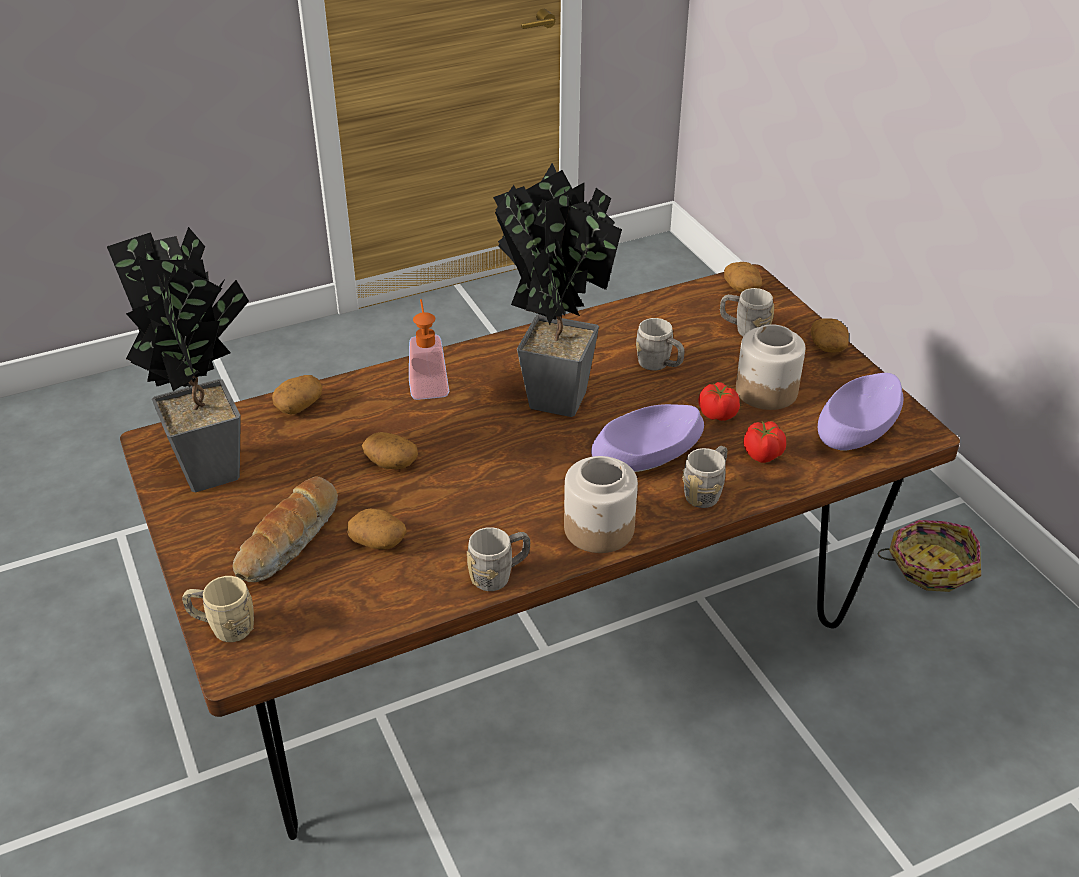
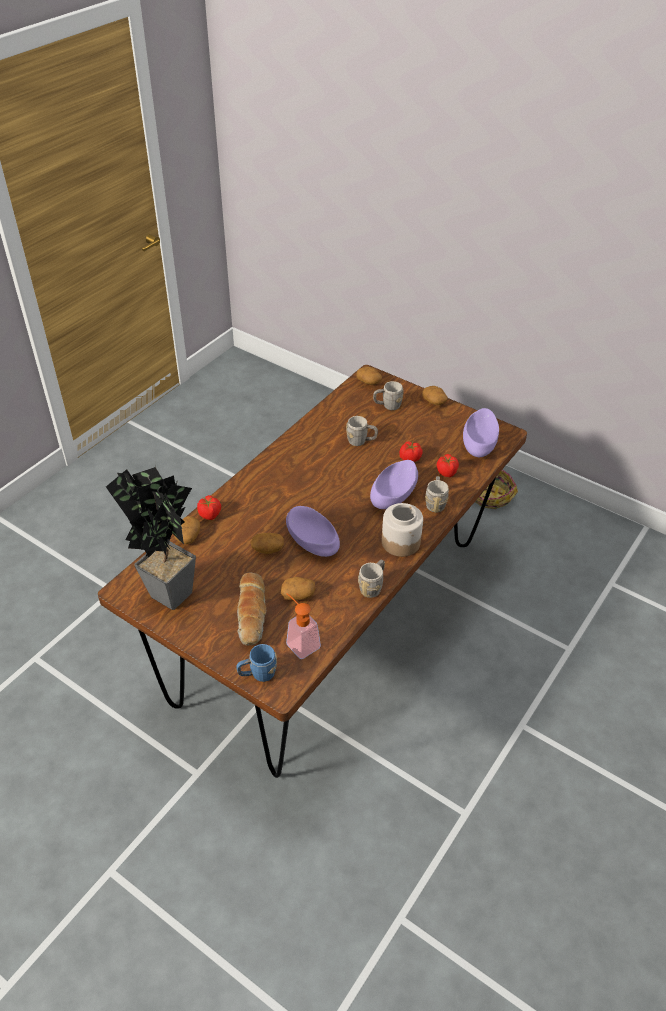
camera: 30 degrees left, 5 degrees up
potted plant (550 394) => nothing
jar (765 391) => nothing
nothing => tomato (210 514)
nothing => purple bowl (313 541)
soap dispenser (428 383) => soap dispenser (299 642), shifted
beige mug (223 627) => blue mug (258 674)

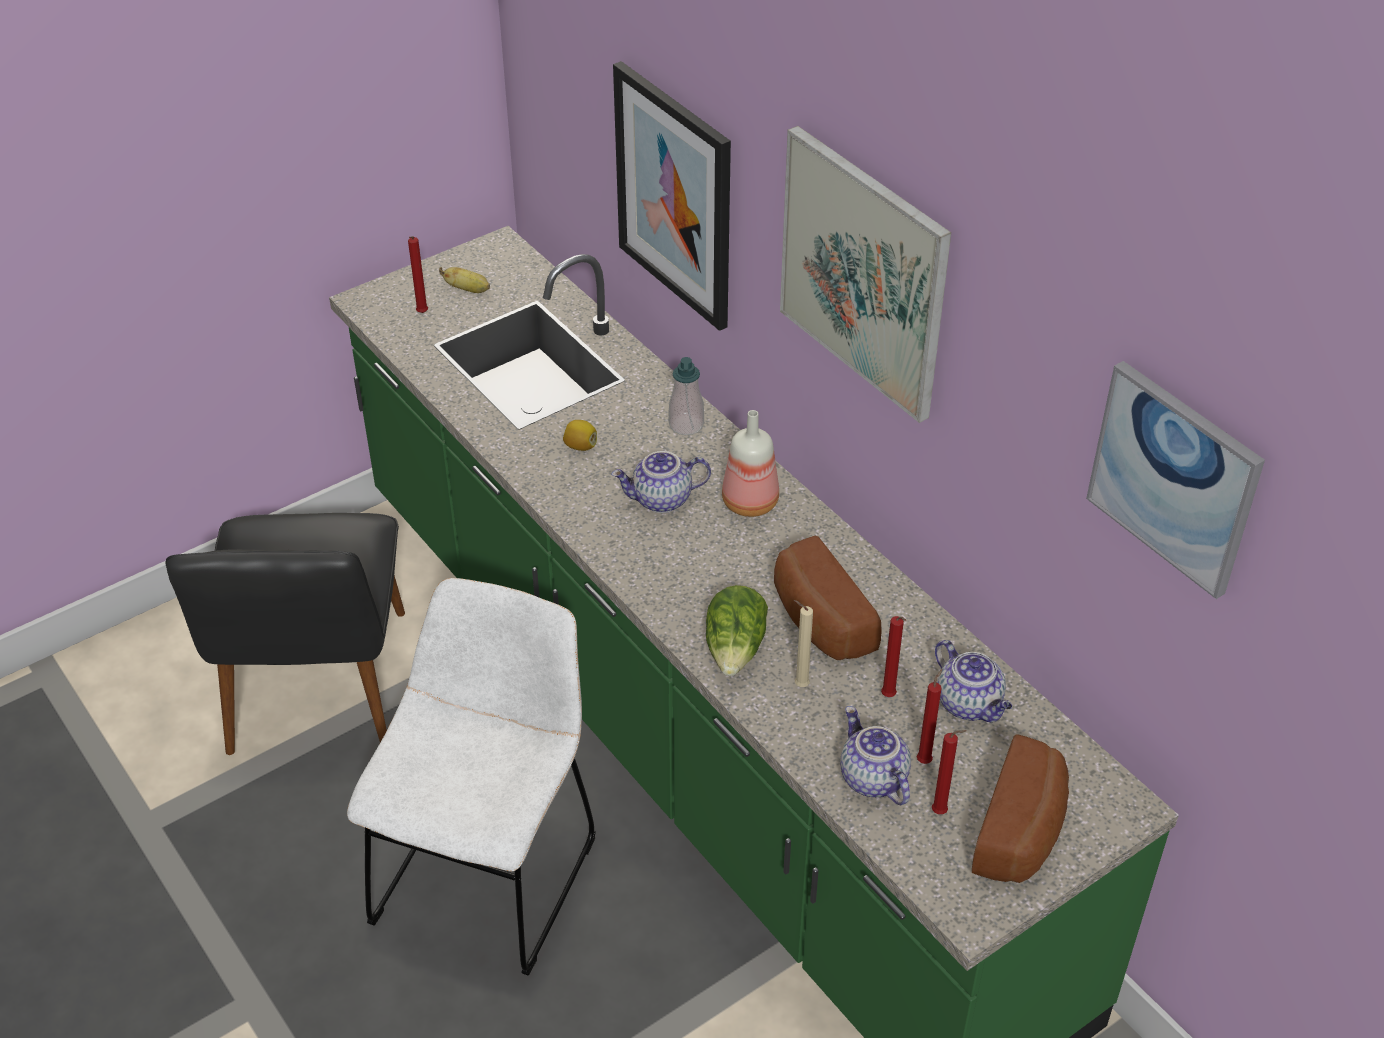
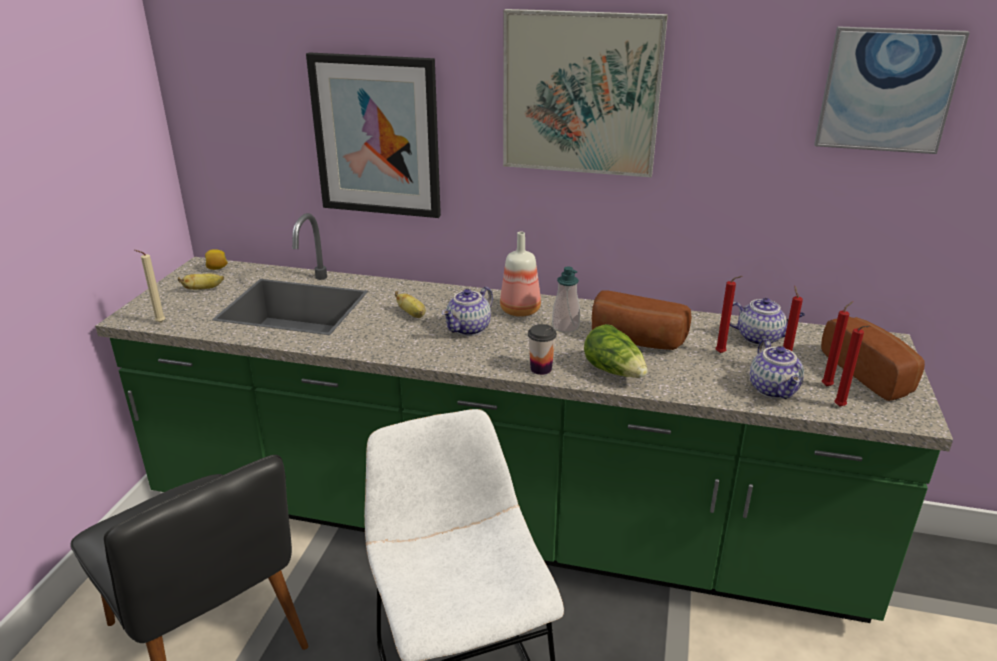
camera: 40 degrees left, 15 degrees down
nothing => banana (412 314)
nothing => cup (541 369)
red candle (421 314) => red candle (841 407), shifted
lemon (580 446) => lemon (217 268), shifted
soap dispenser (686 425) => soap dispenser (565 326), shifted
beige candle (799 685) => beige candle (159 323), shifted
teapot (871 779) => teapot (774 390), 120 degrees counterclockwise

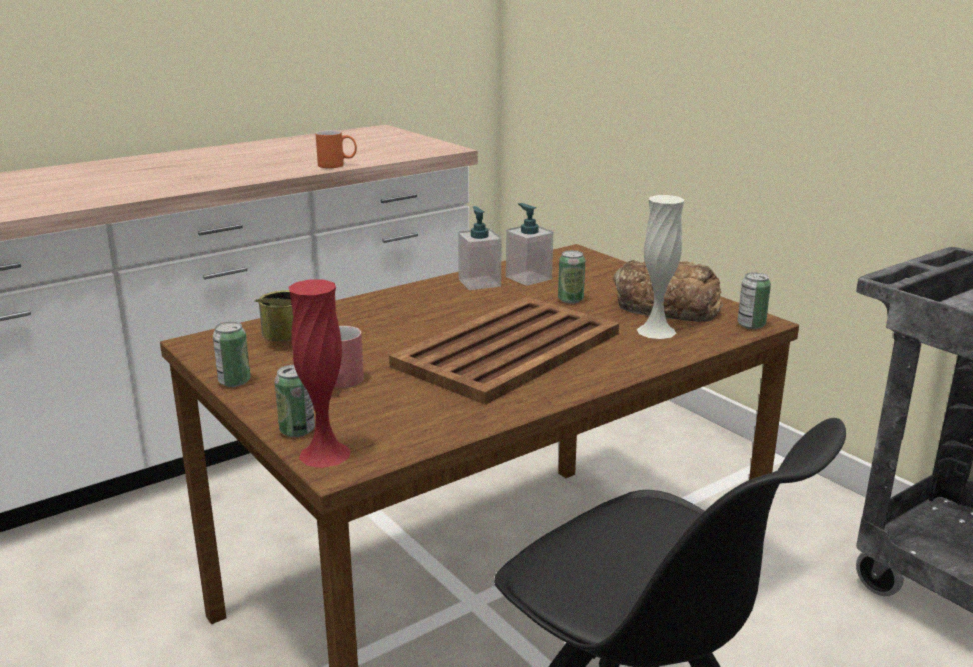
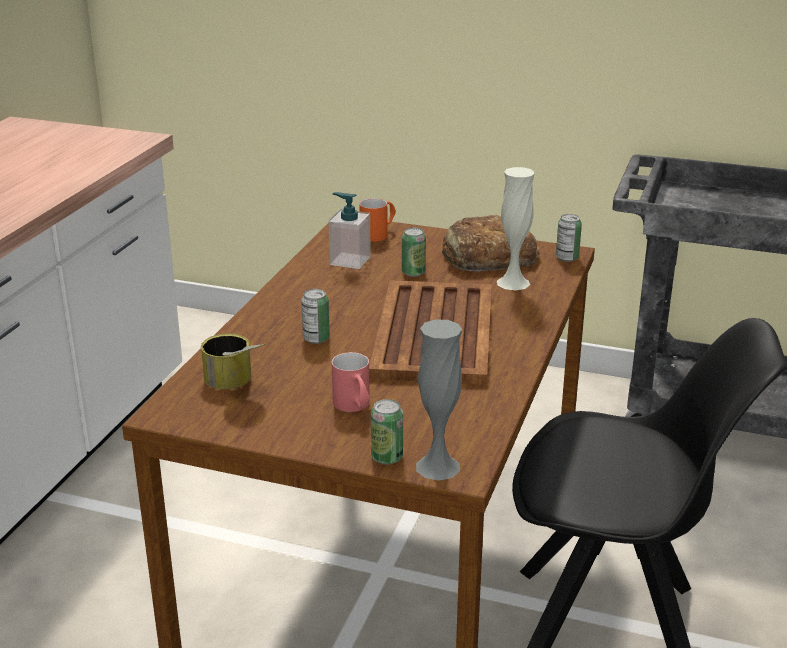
camera: 35 degrees left, 5 degrees up
soap dispenser (479 283) => nothing
can (234 381) => can (316 339), shifted
orange mug (337 165) => orange mug (378 234), shifted
red vase (325 454) => grey vase (437 467)

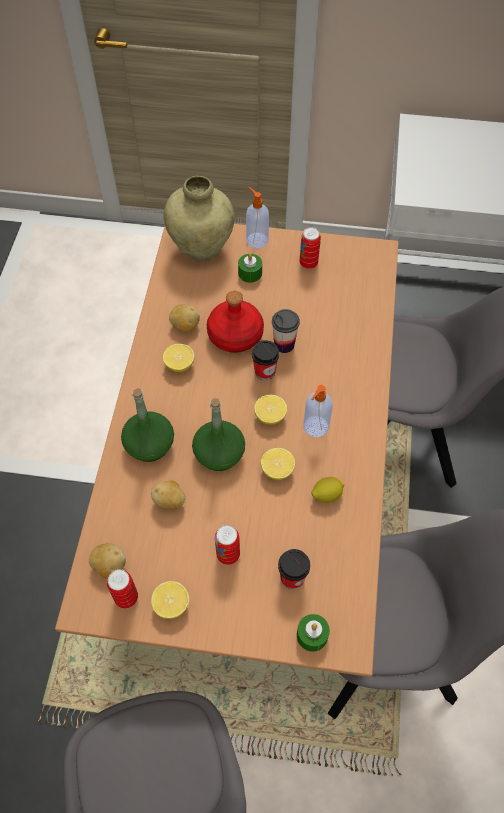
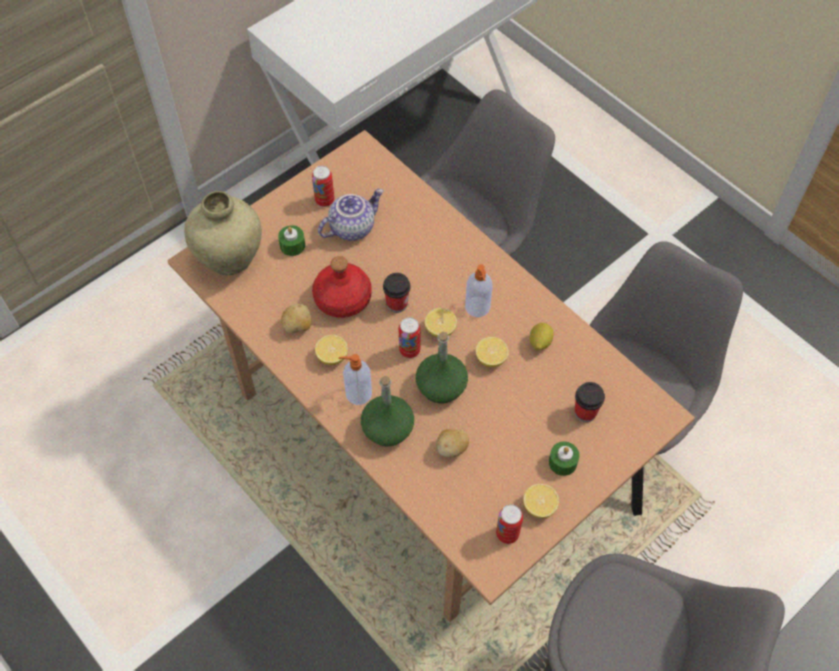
camera: 50 degrees left, 0 degrees up
potato (109 566) => nothing
cup (284 344) => nothing
nothing => teapot (352 227)
can (228 554) => can (409 350), shifted
soap dispenser (256 240) => soap dispenser (357 393), shifted
green candle (312 635) => green candle (562 462), shifted

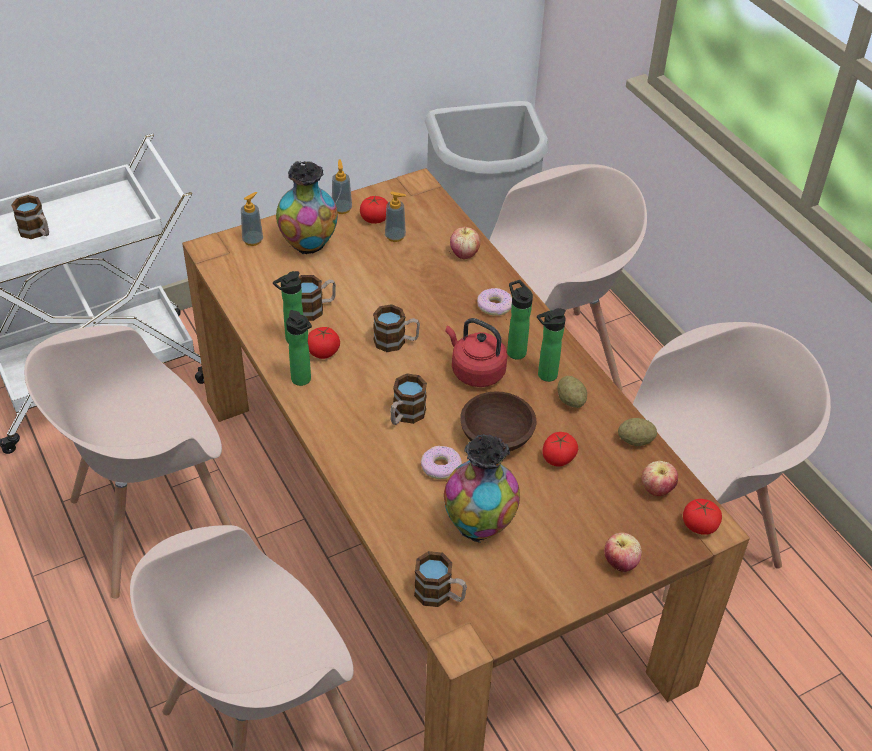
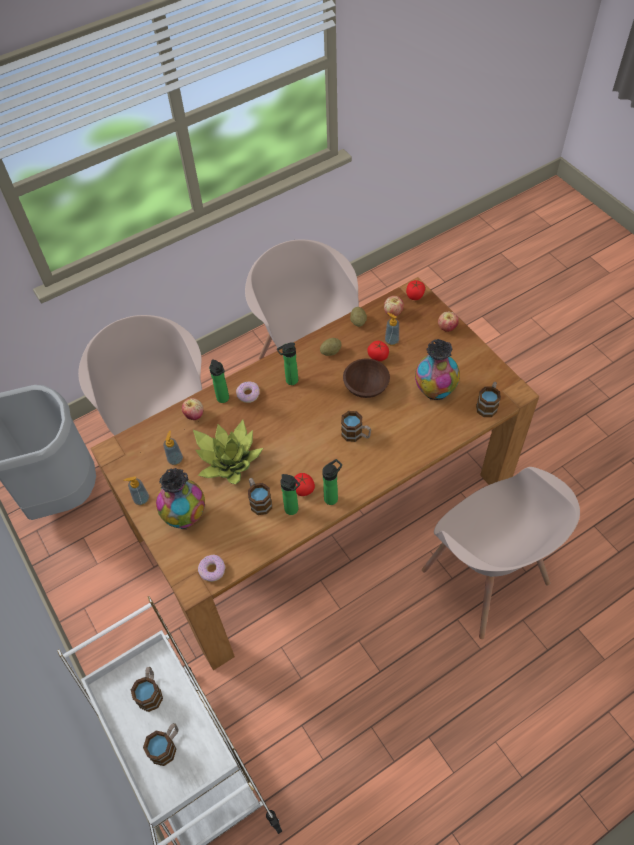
camera: 90 degrees left, 10 degrees up
beige chair (152 525) => nothing
tomato (375 219) => nothing
red kettle (475 371) => nothing
nothing => potted plant (228 459)
soap dispenser (253 240) => soap dispenser (391 341), shifted
mug (396 341) => mug (151 692), shifted
donut (440 467) => donut (212 570), shifted
bottle (544 376) => bottle (224 399), shifted

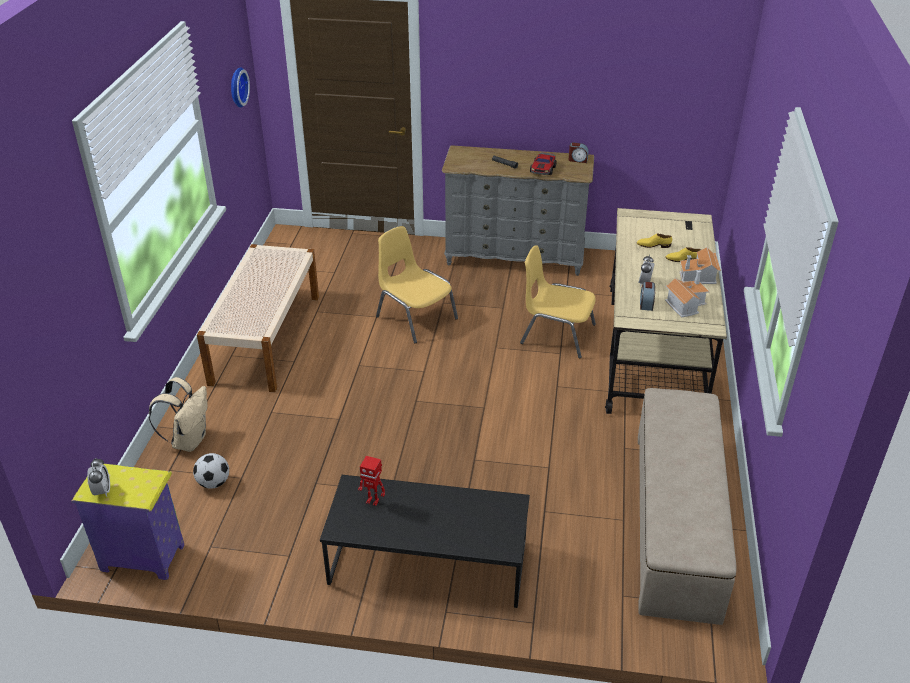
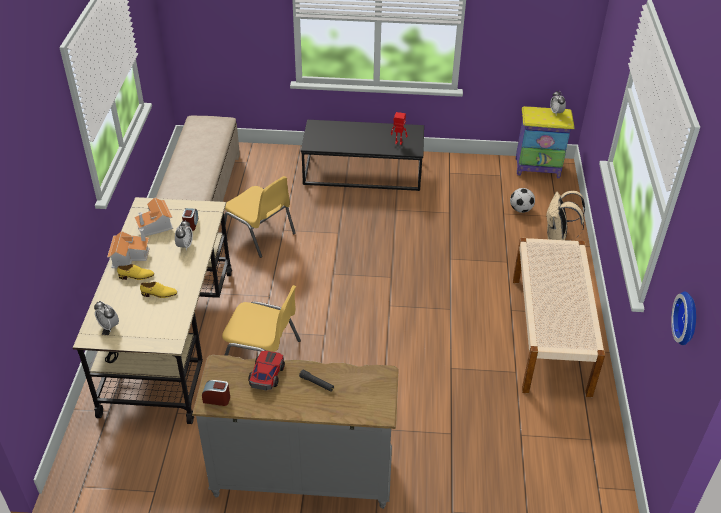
camera: 175 degrees right, 5 degrees up
nothing => alarm clock (109 326)
yellow chair (415 317) => yellow chair (259 234), shifted

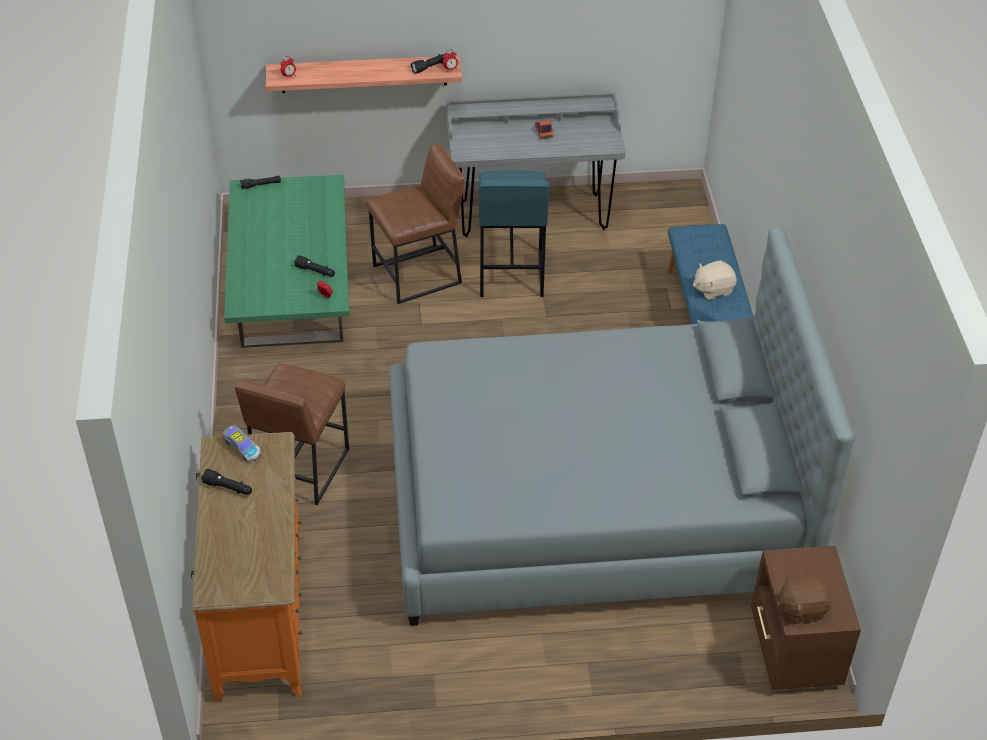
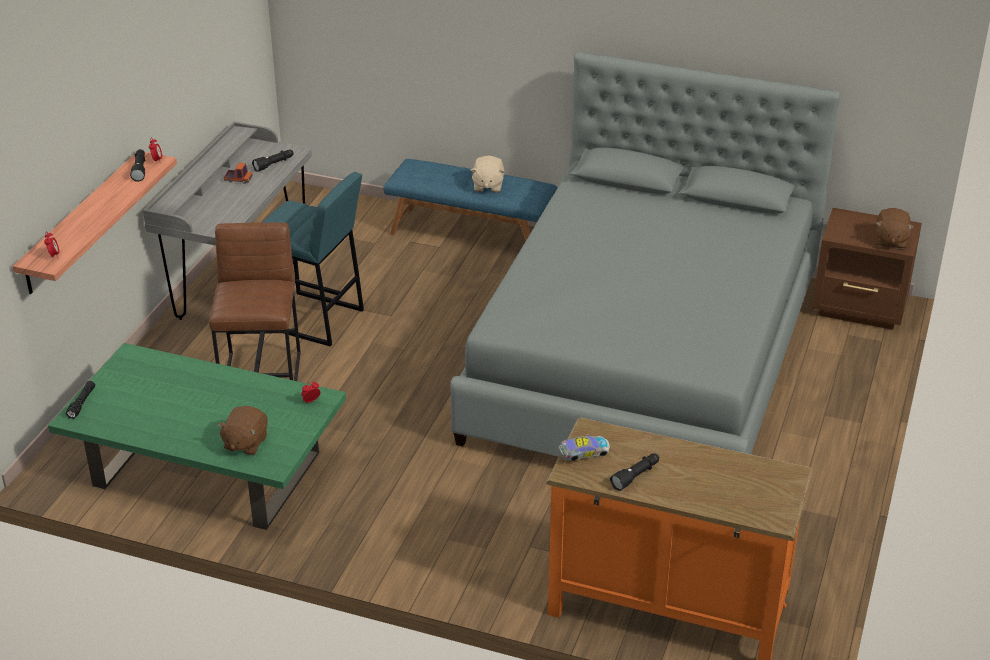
camera: 65 degrees left, 10 degrees down
brown chair (300 468) => nothing
nothing => brown plush toy (245 443)
black flashlight (315 271) => black flashlight (274 164), shifted

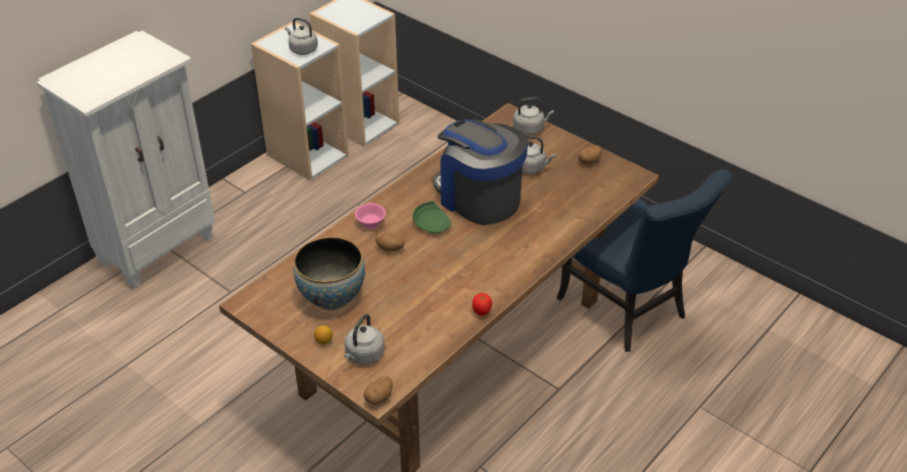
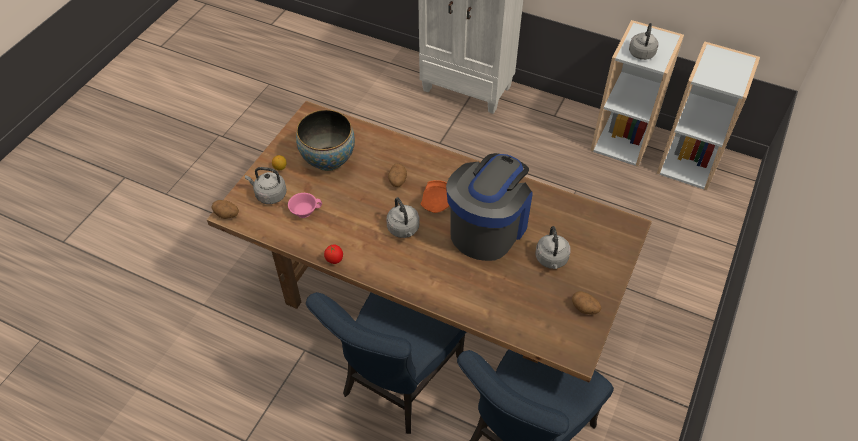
camera: 75 degrees right, 10 degrees up
nothing => blue chair (397 382)
pink cup (369 222) => pink cup (304 210), shifted
grey kettle (530 128) => grey kettle (404 229), shifted
green plate (432 225) => orange plate (437 202)

